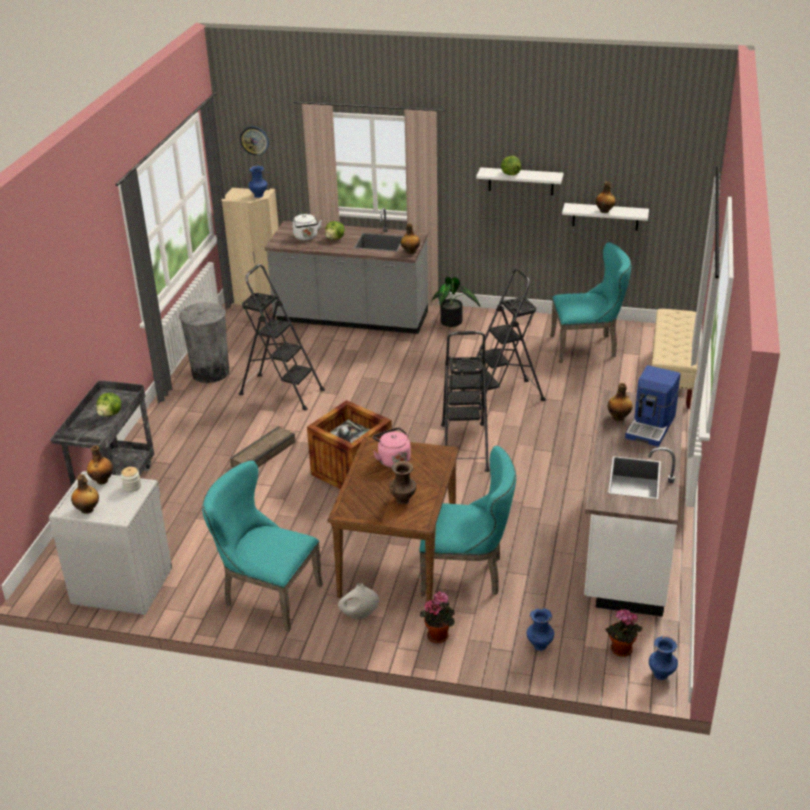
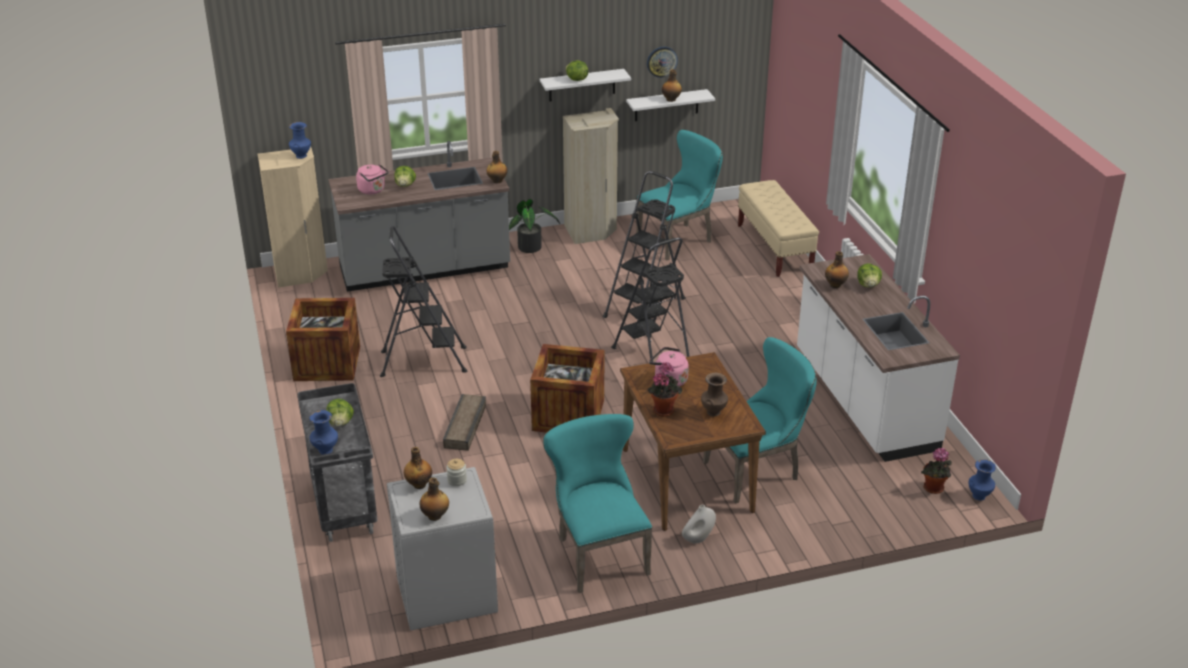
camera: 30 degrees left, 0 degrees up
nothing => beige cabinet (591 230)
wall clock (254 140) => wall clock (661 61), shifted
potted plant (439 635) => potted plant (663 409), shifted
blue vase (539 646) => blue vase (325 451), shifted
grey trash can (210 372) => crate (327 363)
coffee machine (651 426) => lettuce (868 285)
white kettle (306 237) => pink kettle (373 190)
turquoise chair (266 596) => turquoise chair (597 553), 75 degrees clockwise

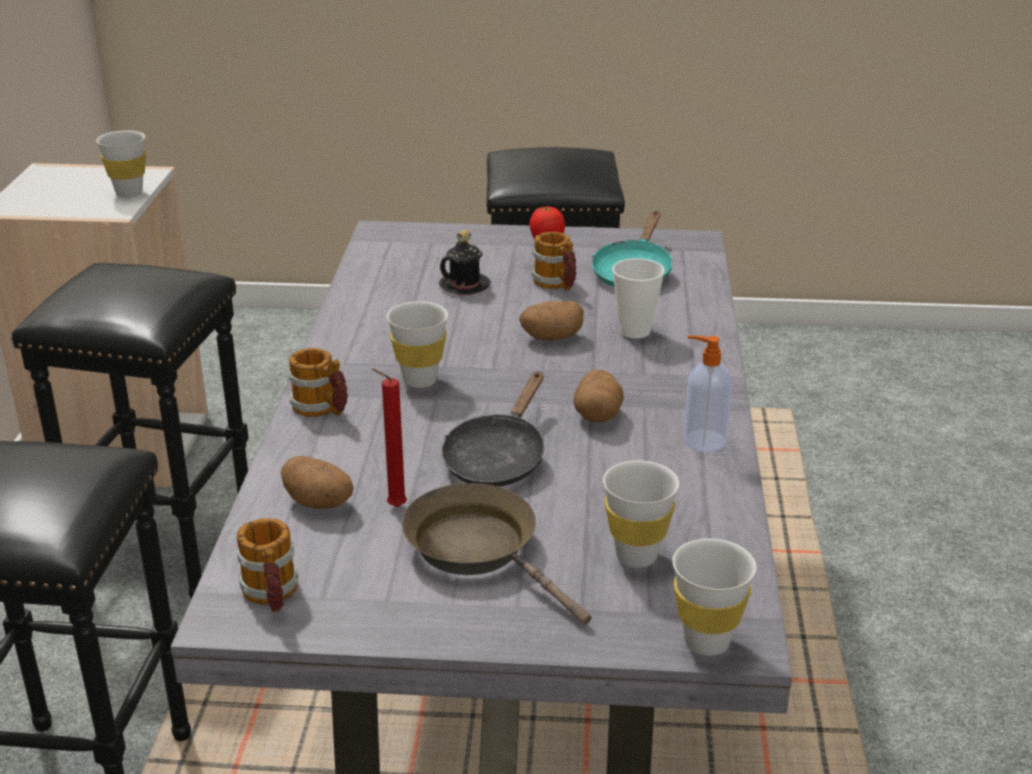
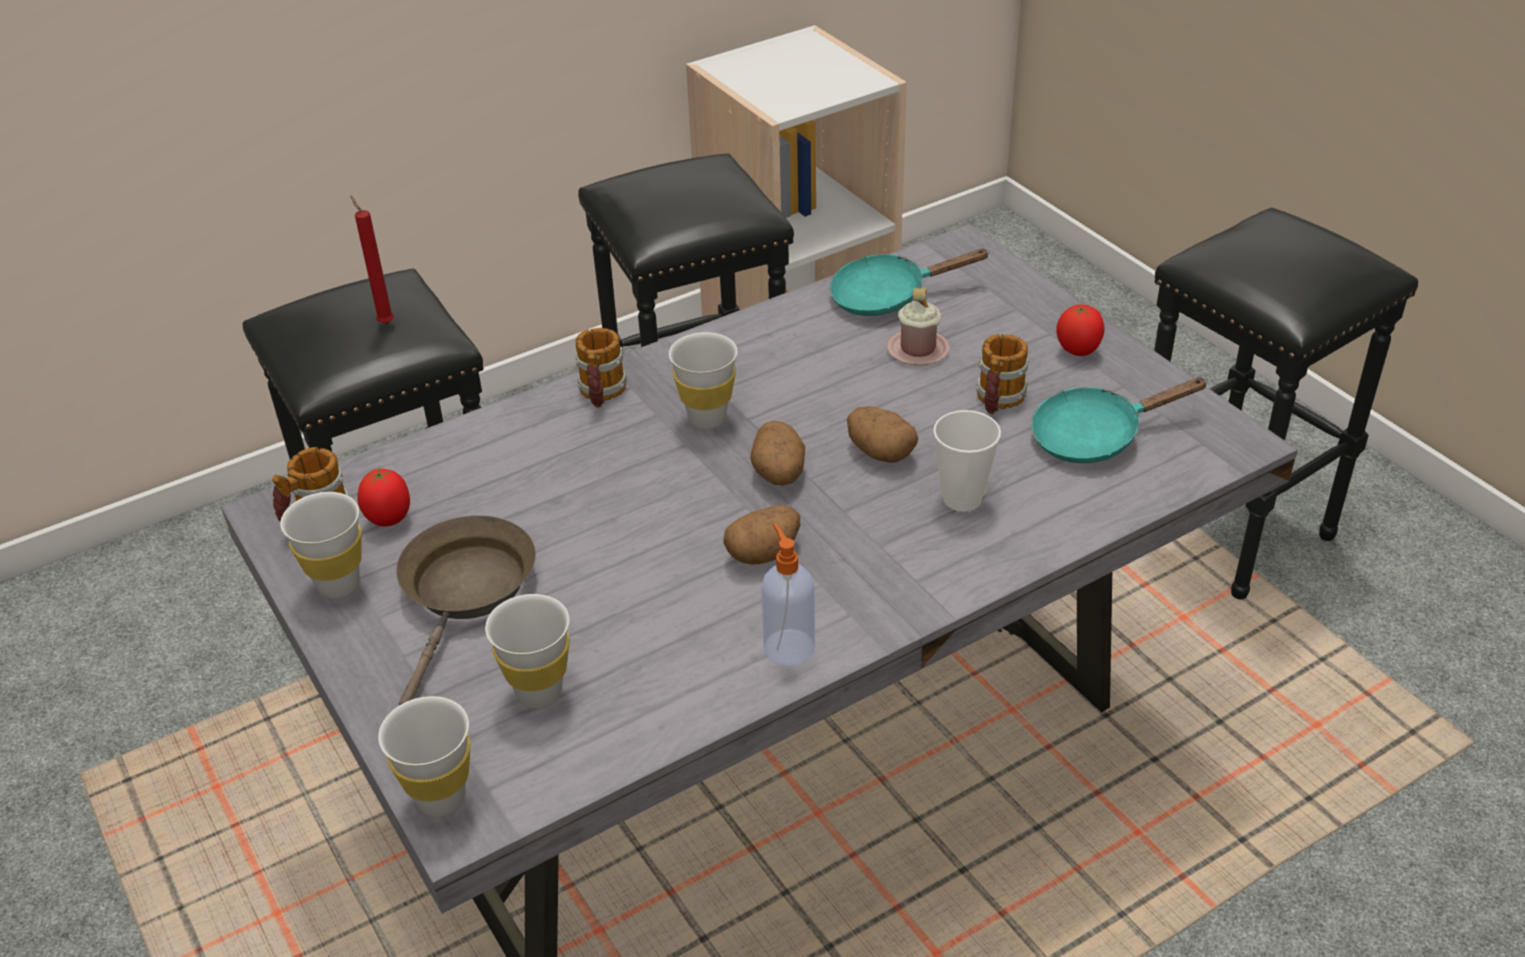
camera: 55 degrees right, 10 degrees up
black frying pan (498 458) => nothing
nothing => tomato (389 519)
nothing => turquoise frying pan (887 296)
white cup (129 193) => white cup (339 585), shifted
potato (320 503) => potato (778 474), shifted
red candle (393 507) => red candle (385 322), shifted
black mug (464 286) => pink mug (918 350)

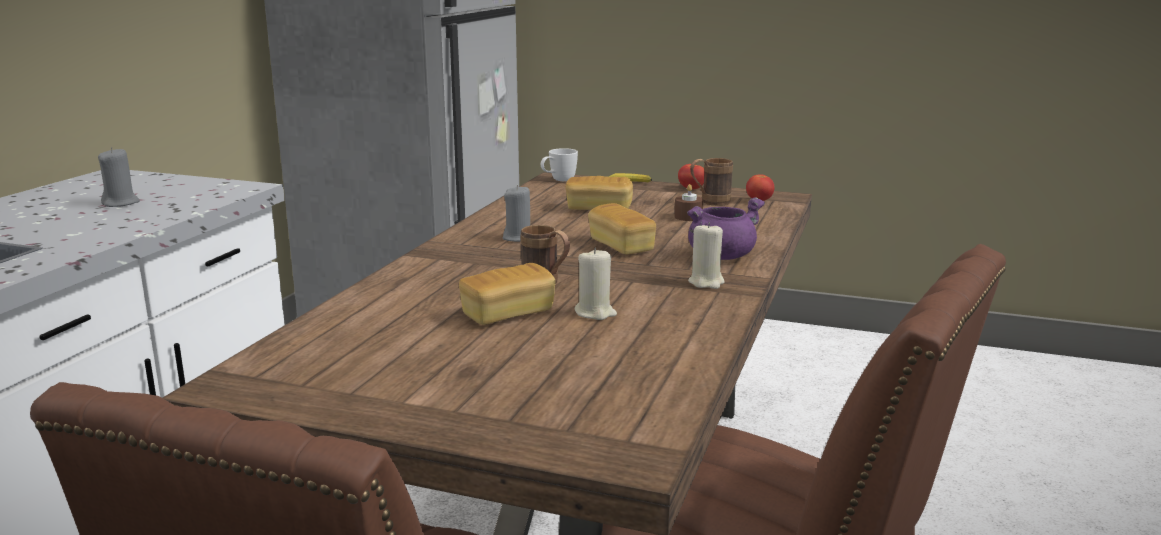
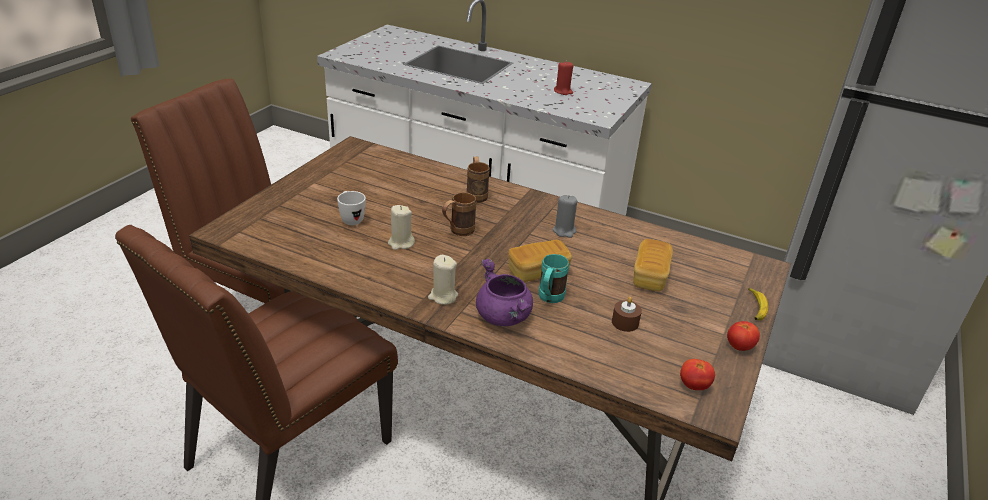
camera: 95 degrees right, 15 degrees up
bread (508 314) => nothing
nothing => turquoise mug (549 299)
white mug (558 181) => white mug (350 219), shifted
brown mug (709 202) => brown mug (476 194), shifted
grey candle (121 203) => red candle (563 91)

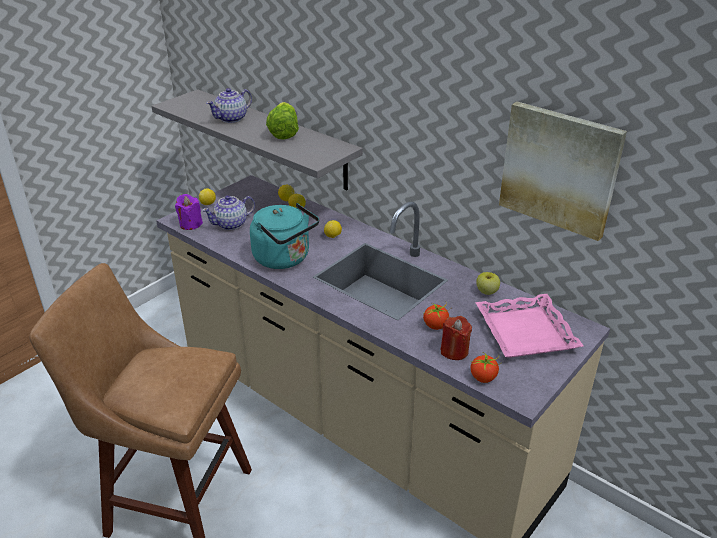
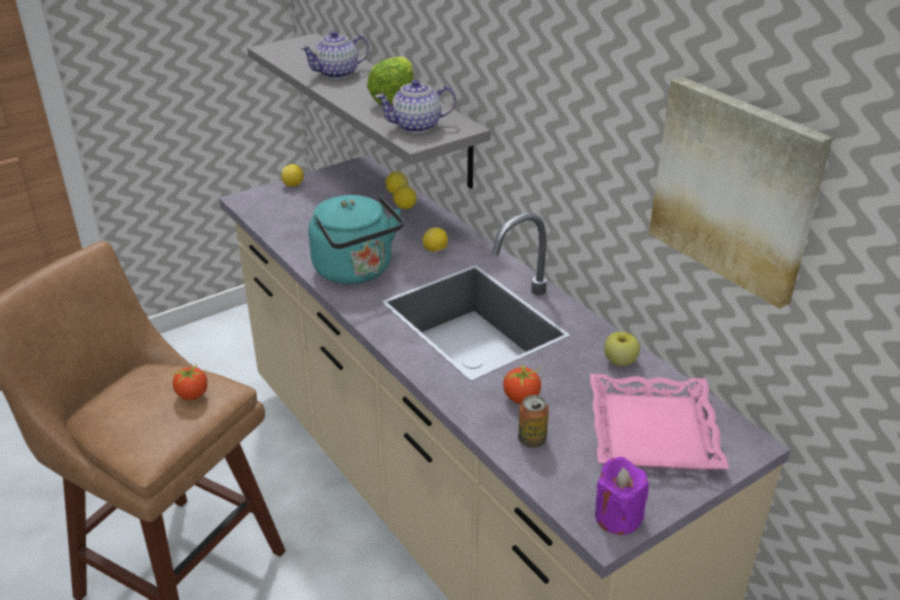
camera: 15 degrees right, 0 degrees up
purple candle (190 224) => purple candle (617 517), shifted
teapot (231 224) => teapot (417 126), shifted
tomato (483 377) => tomato (193 394), shifted
red candle (454 351) => can (532 440)

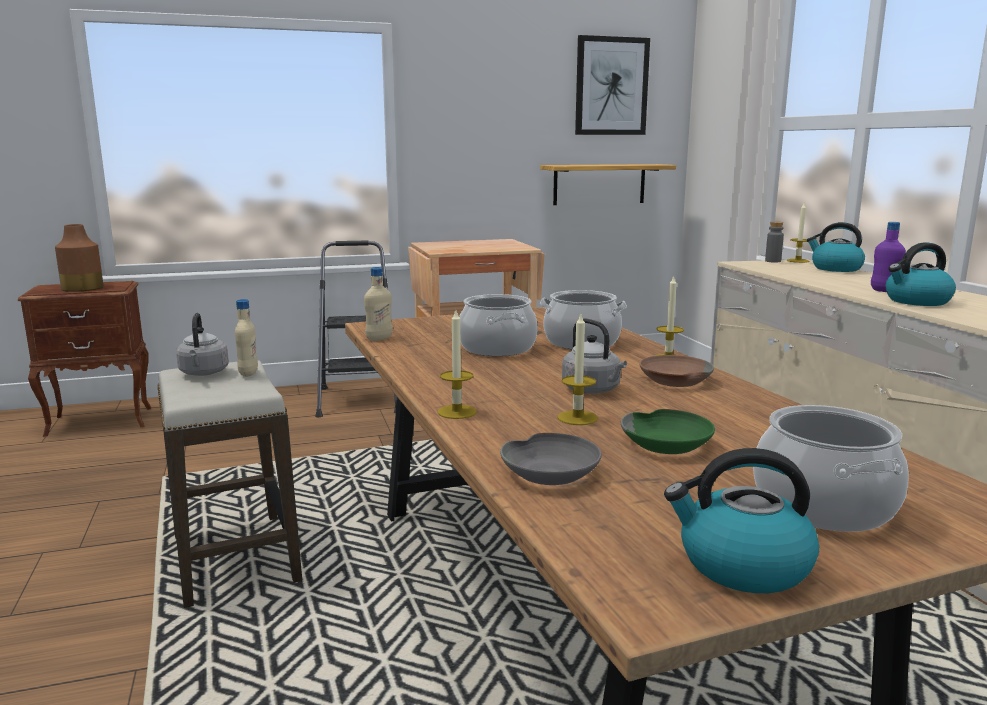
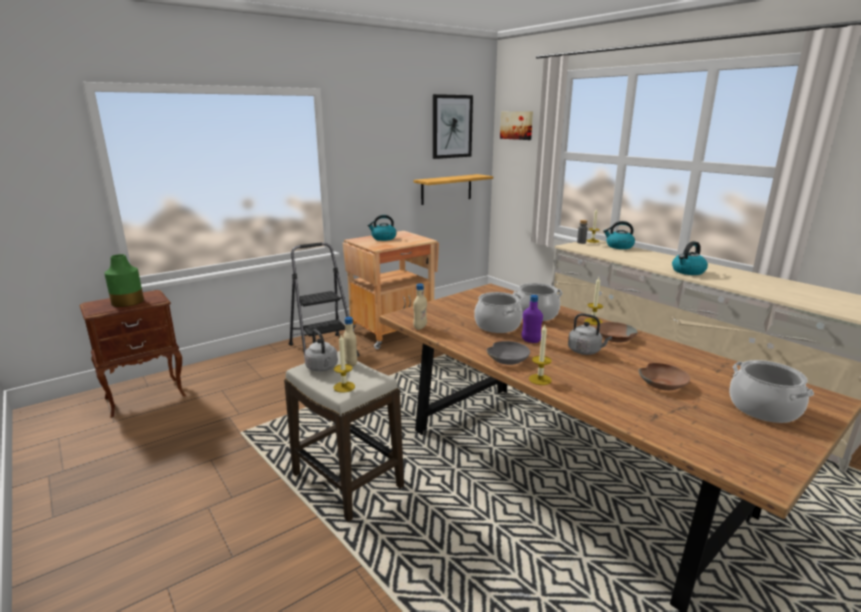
camera: 20 degrees left, 5 degrees up
nothing => picture (517 125)
grey bowl (552 472) => grey bowl (508 359), shifted
candle (577 418) => candle (344 387), shifted
kettle (742 565) => kettle (383 238), shifted
purple bottle (884 291) => purple bottle (530 341), shifted
brown vase (82 288) => green vase (128 302)
green bowl (668 444) => brown bowl (663 383)

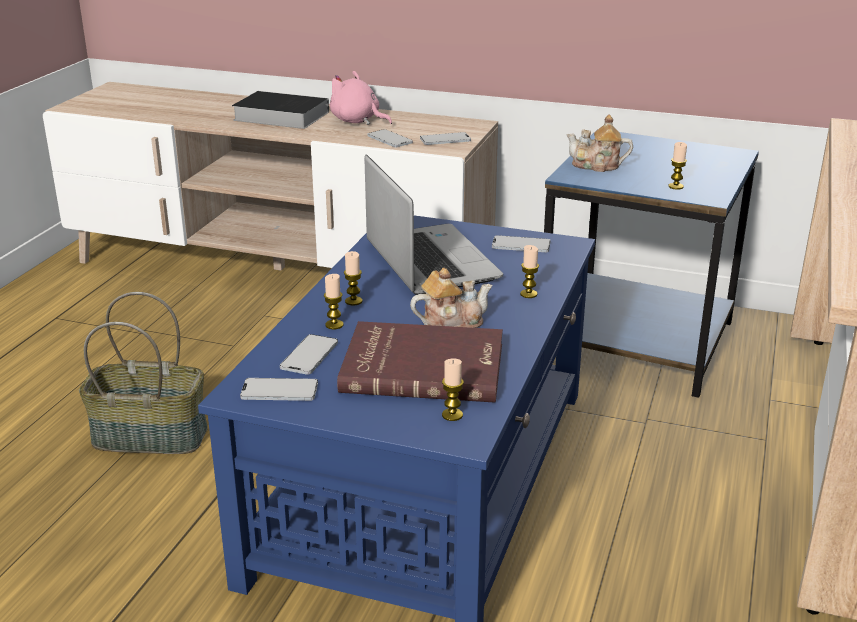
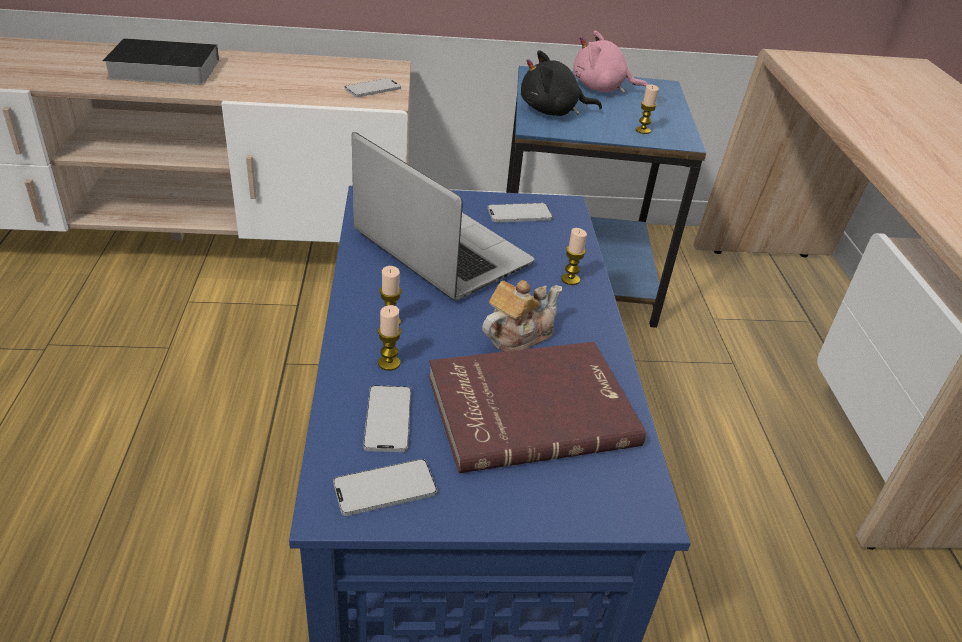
camera: 25 degrees left, 10 degrees up
basket (151 435) => nothing
phone (389 139) => nothing
candle (452 415) => nothing
pink plush toy (357 121) => pink plush toy (602 89), shifted
teapot (597 166) => black plush toy (552 111)

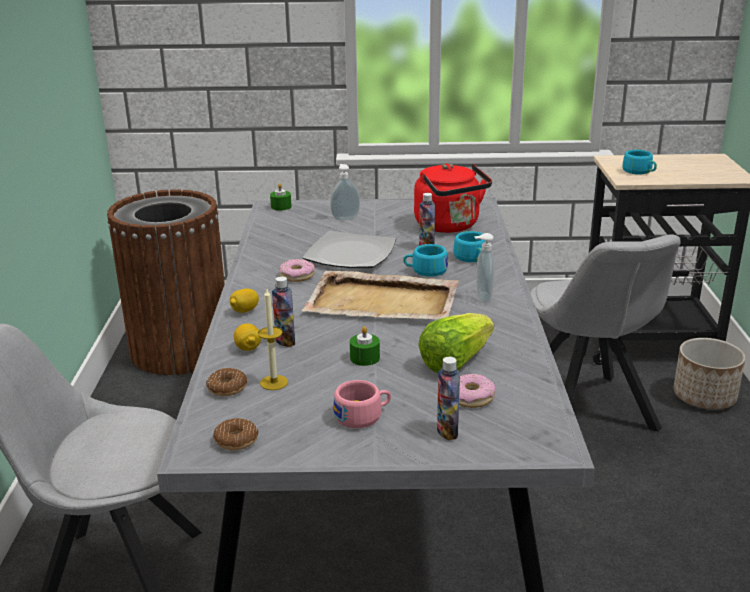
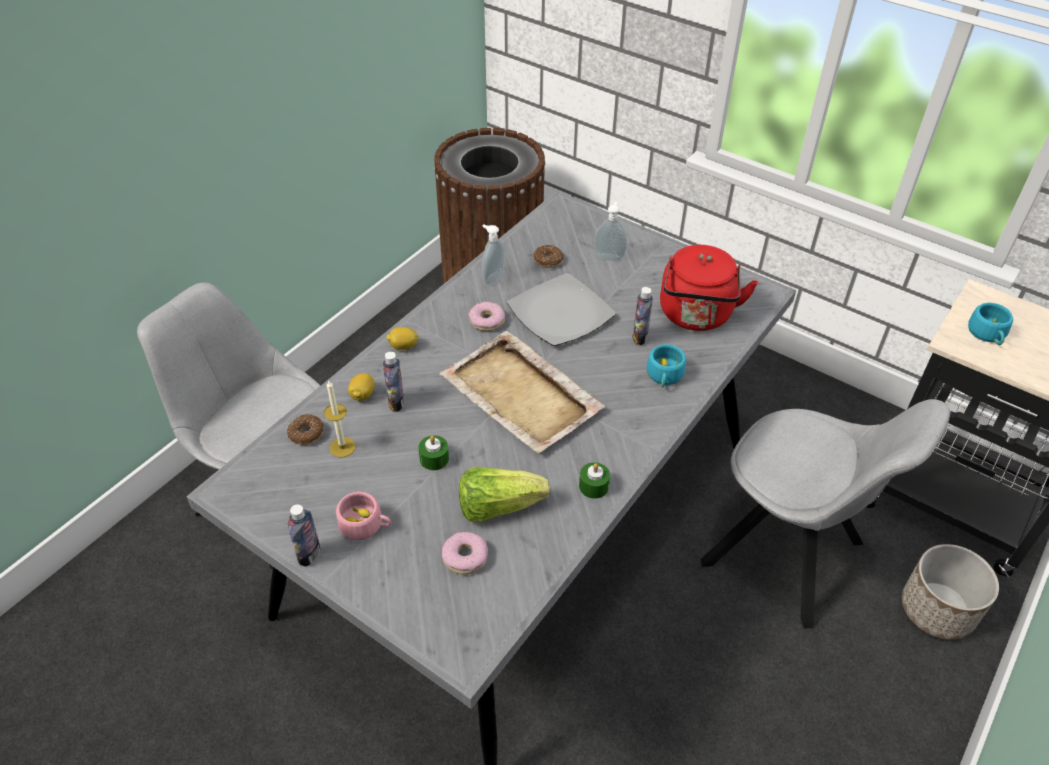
camera: 35 degrees right, 20 degrees up
turquoise cup (425 271) => nothing
donut (236 440) => donut (548 260), shifted
green candle (281 206) => green candle (593 486), shifted
bottle (447 431) => bottle (309 554), shifted
soap dispenser (482 298) => soap dispenser (492 277), shifted
grey chair (586 412) => grey chair (787 555), 75 degrees counterclockwise

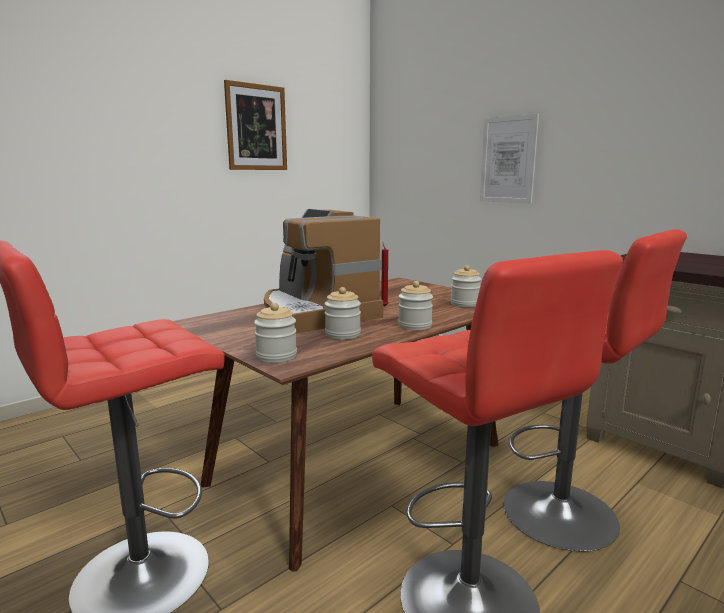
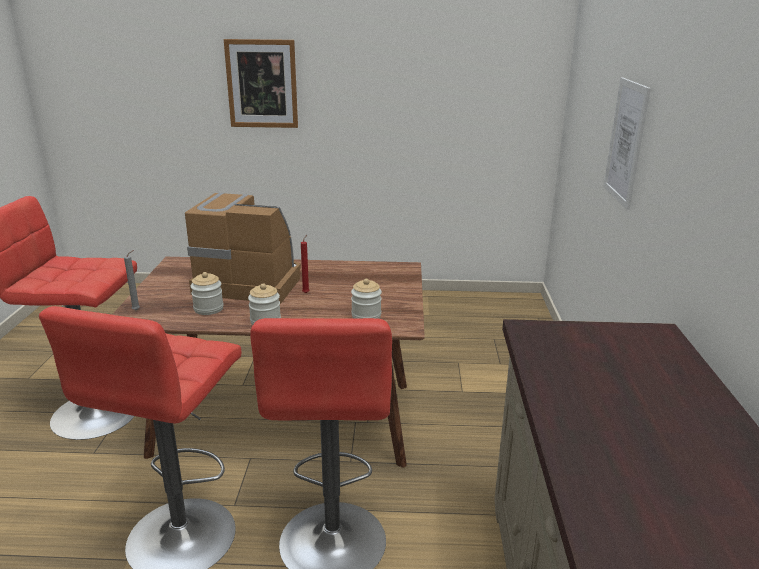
camera: 45 degrees right, 10 degrees up
picture (256 127) => picture (262 84), shifted
jar (276 356) => grey candle (137 310)
coffee machine (316 313) => coffee machine (249 282), 90 degrees clockwise

